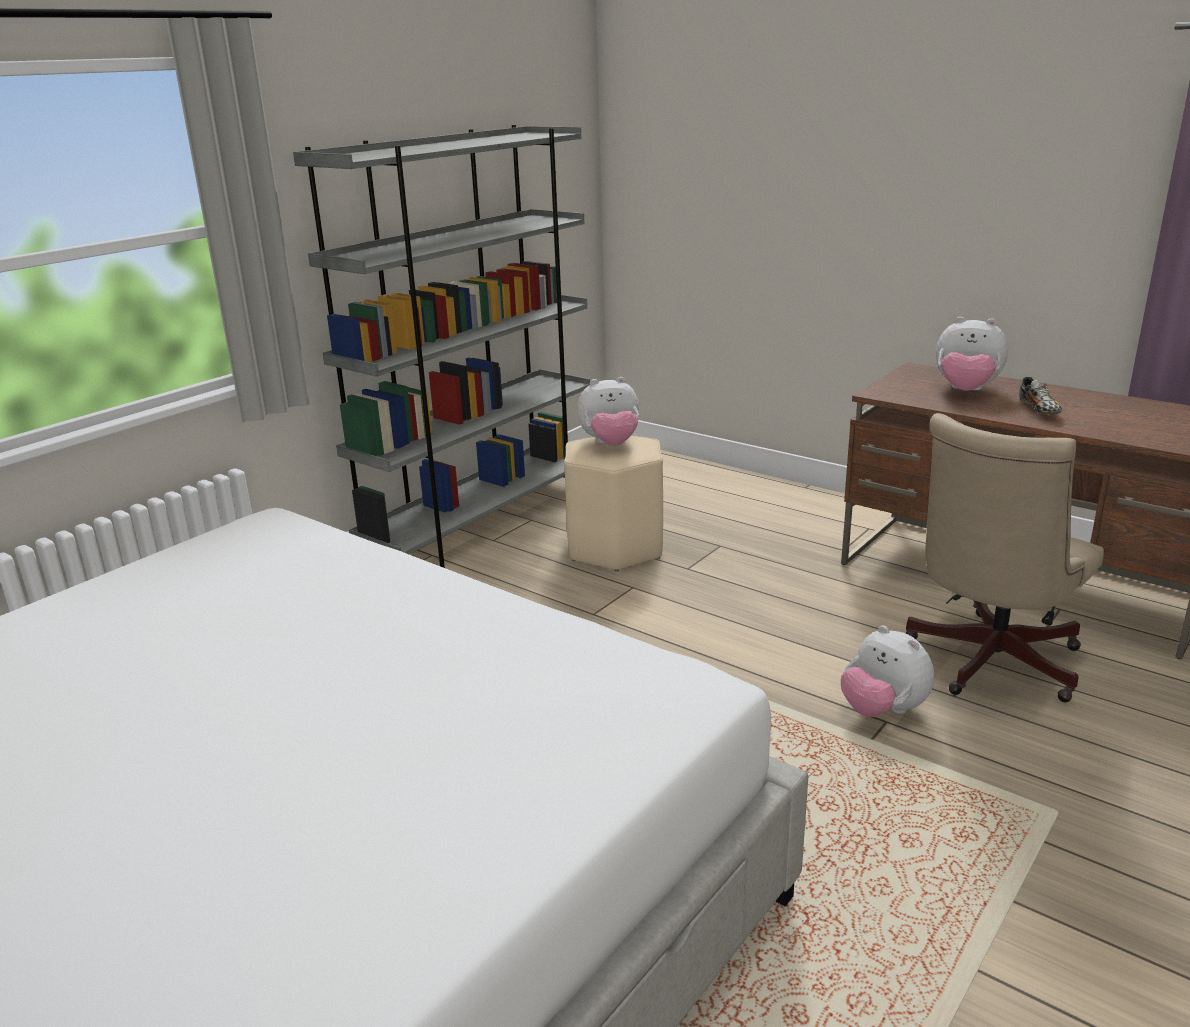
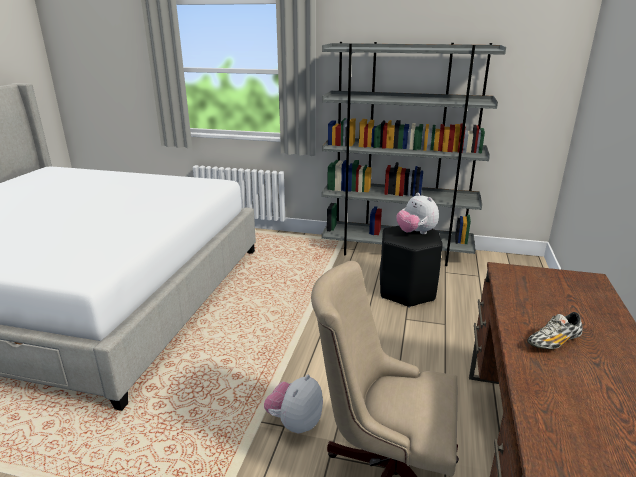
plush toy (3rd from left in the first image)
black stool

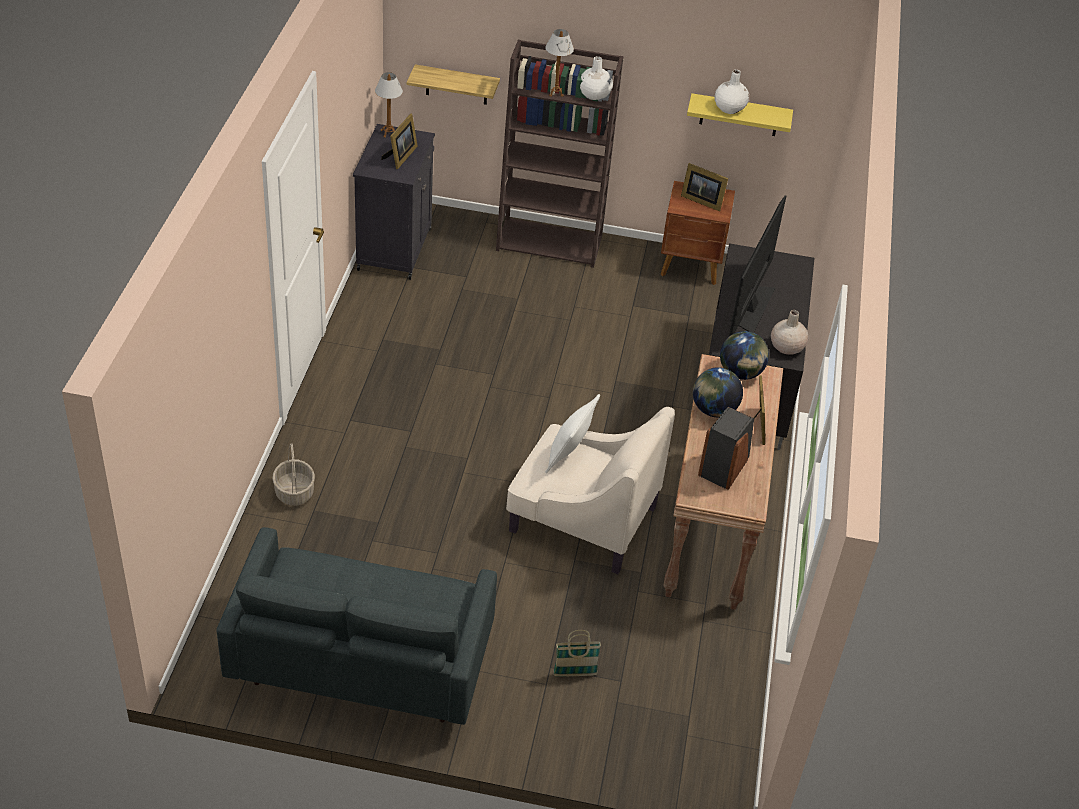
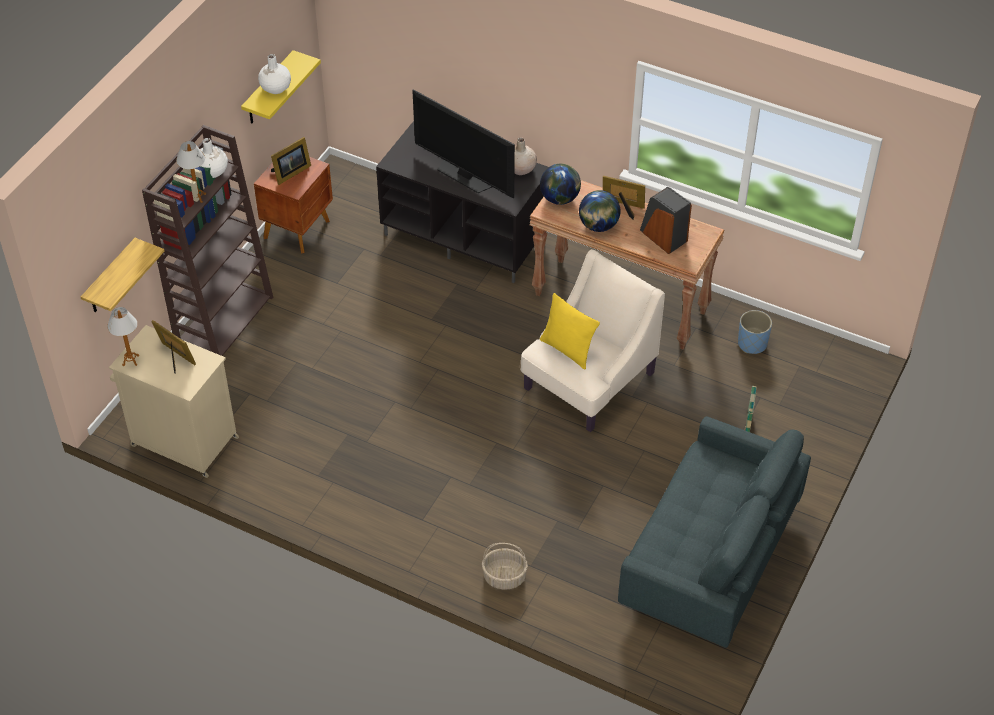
beige cabinet
yellow pillow
blue planter

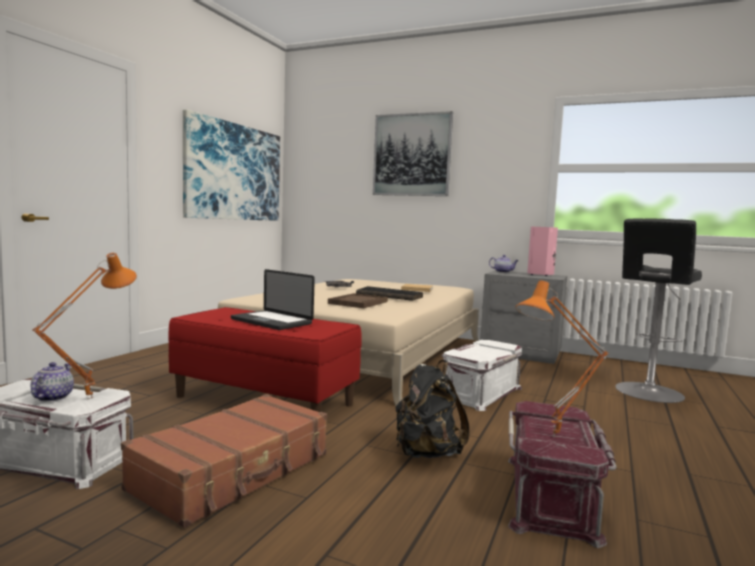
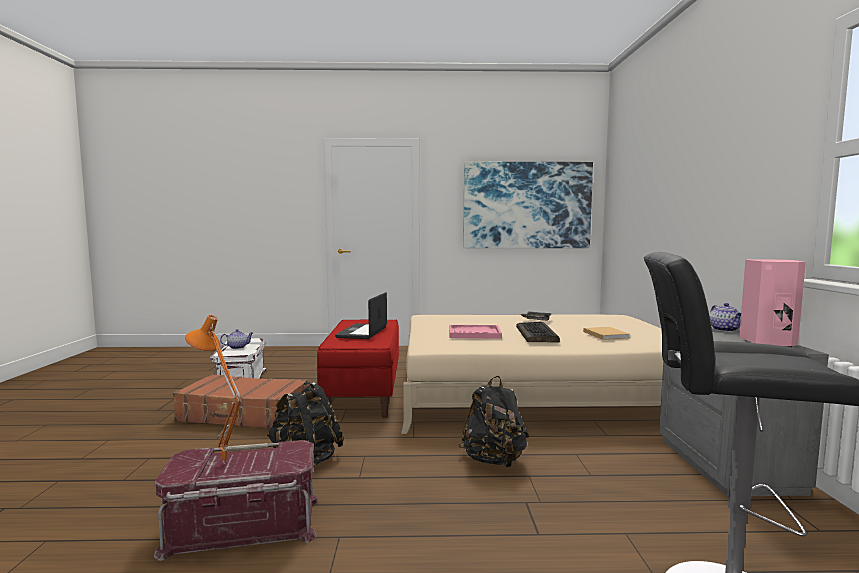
picture (2nd from left in the first image)
orange table lamp (1st from left in the first image)
pink tray
black backpack (2nd from left)

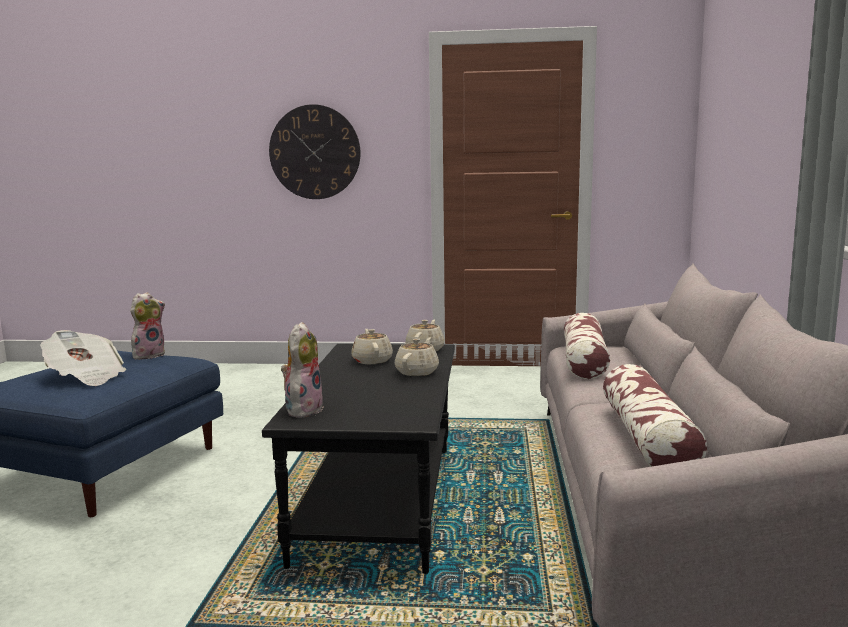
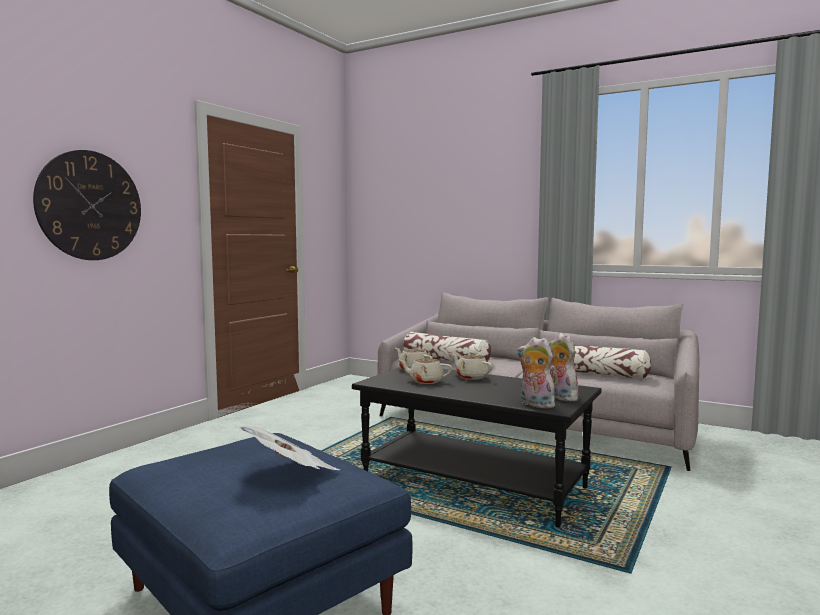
plush toy (2nd from left)

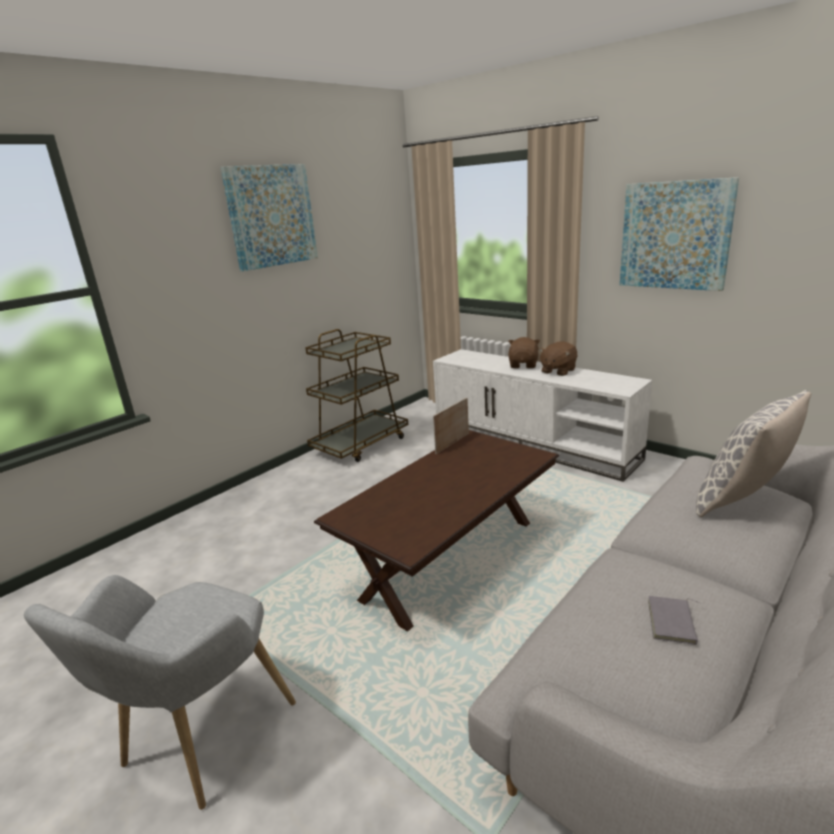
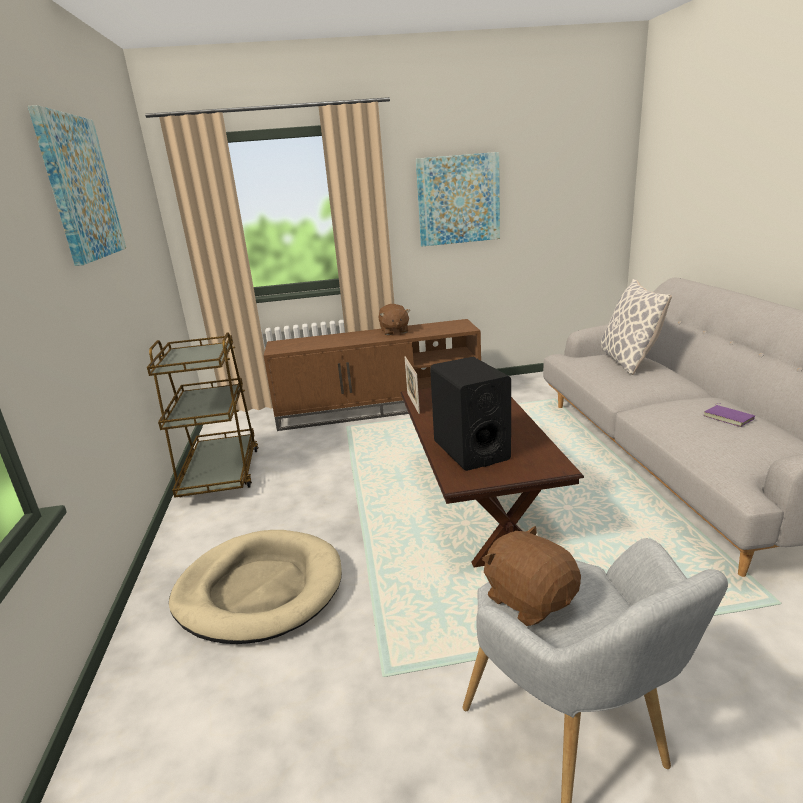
brown plush toy (2nd from left)
brown tv stand
purple book
black speaker
beige dog bed

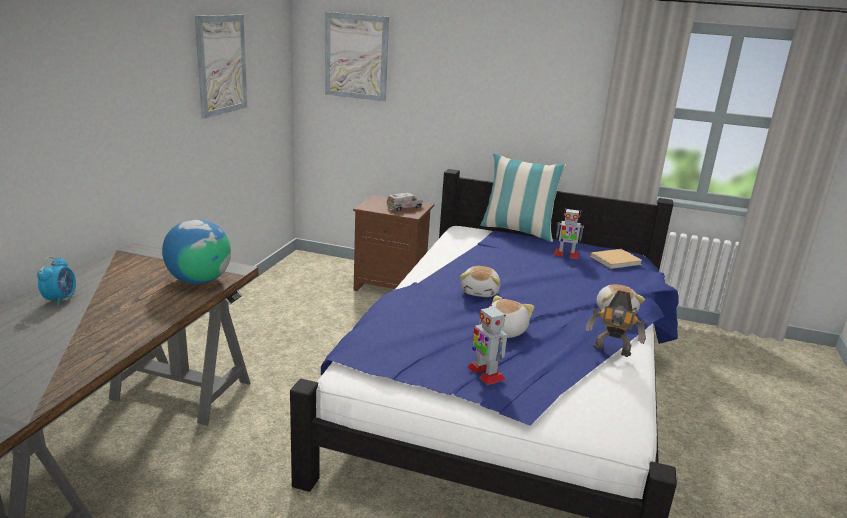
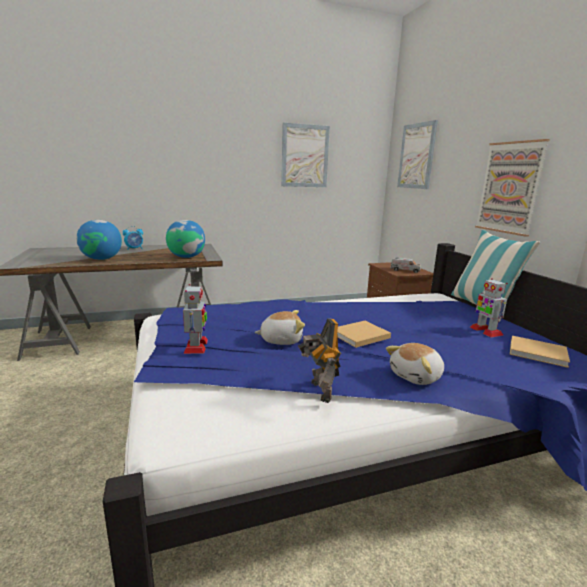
plush toy (1st from left in the first image)
toy robot (1st from left)
picture (3rd from left)
globe (1st from left)
beige book (1st from left)

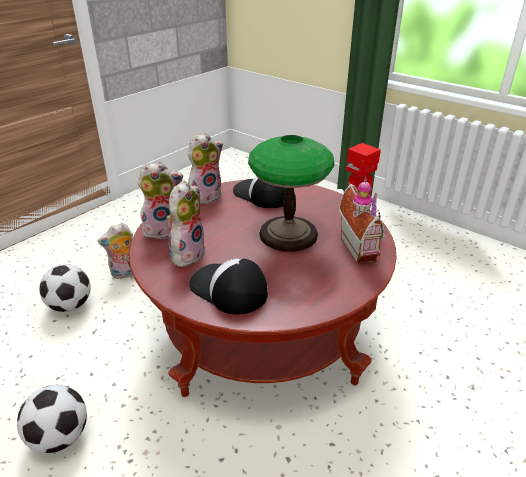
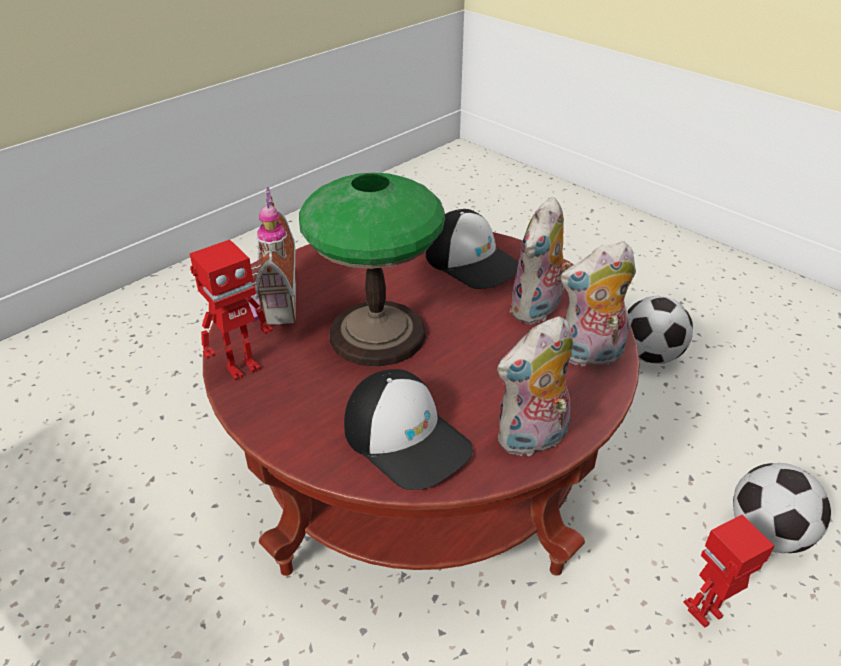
toy robot (2nd from left)

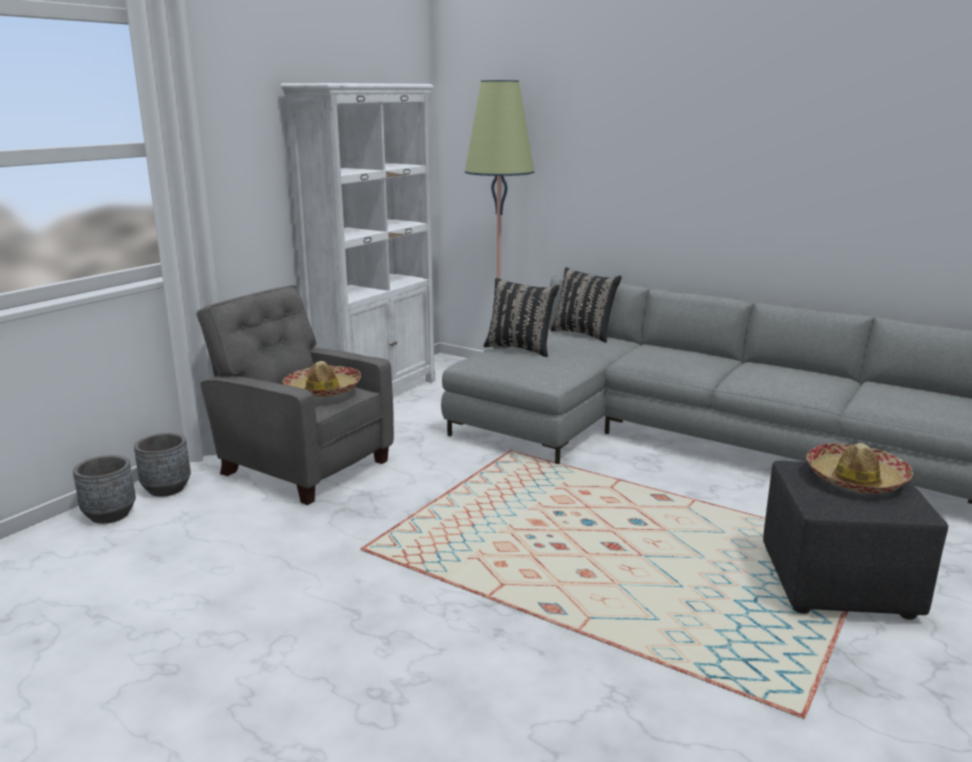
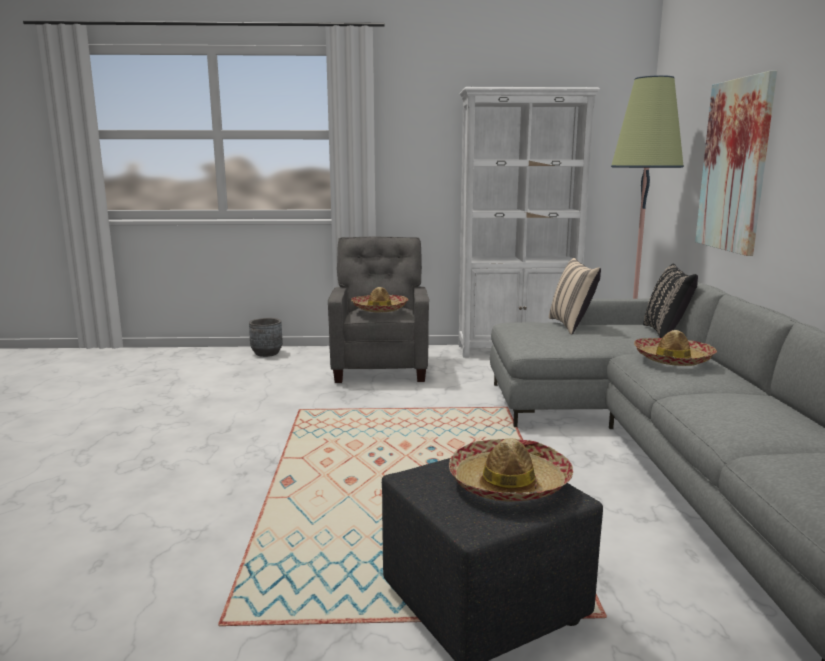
beige pillow
grey planter (2nd from left in the first image)
picture
hat (3rd from left)

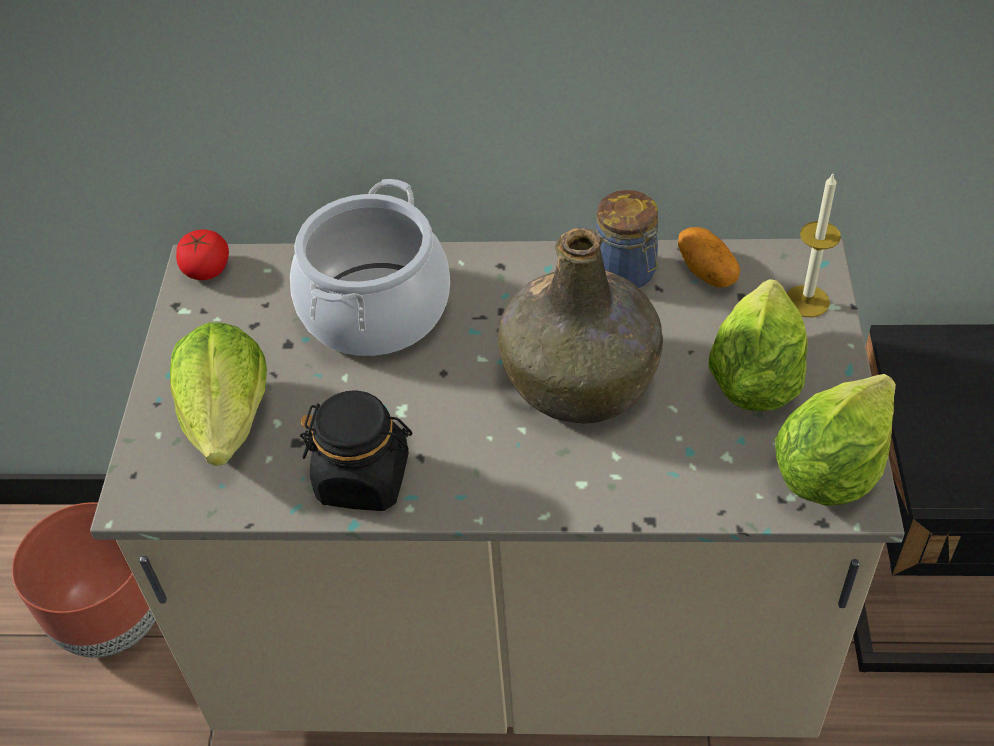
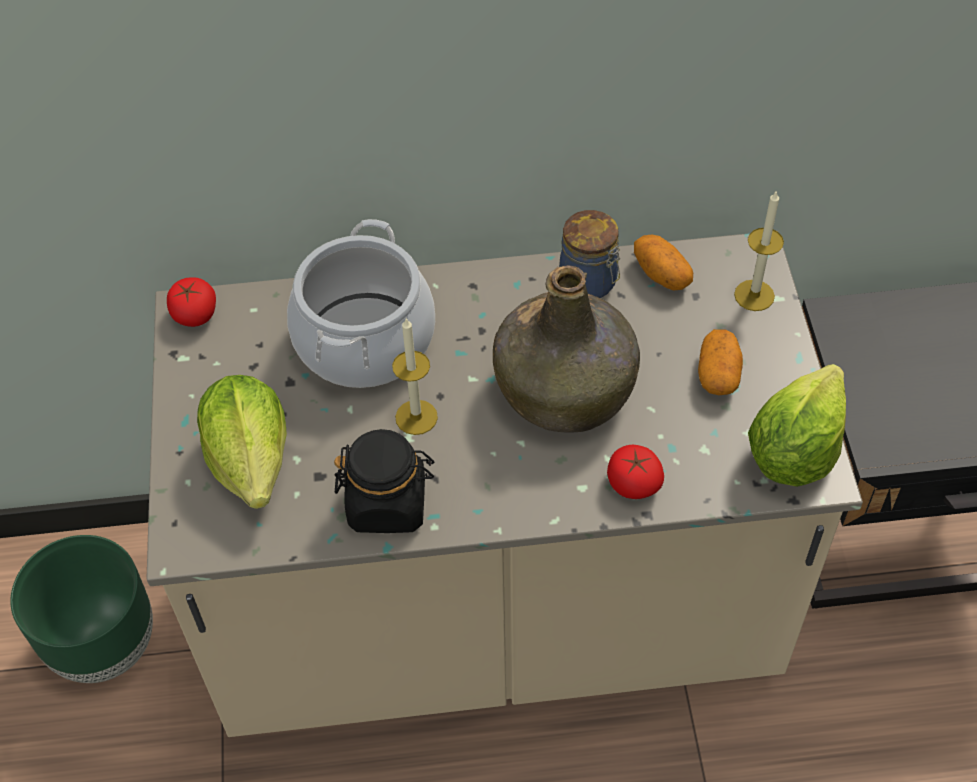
potato (2nd from left)
green planter
candle (1st from left)
tomato (2nd from left)

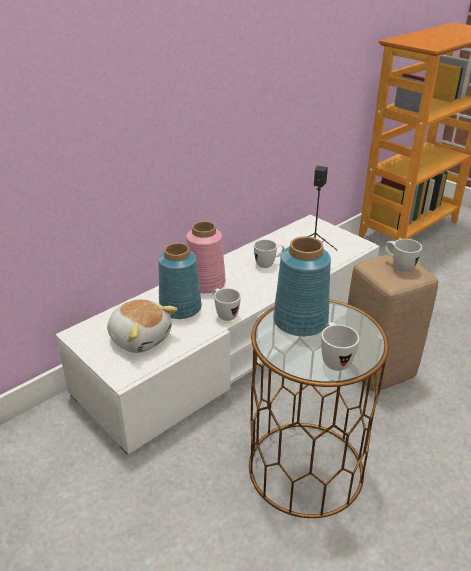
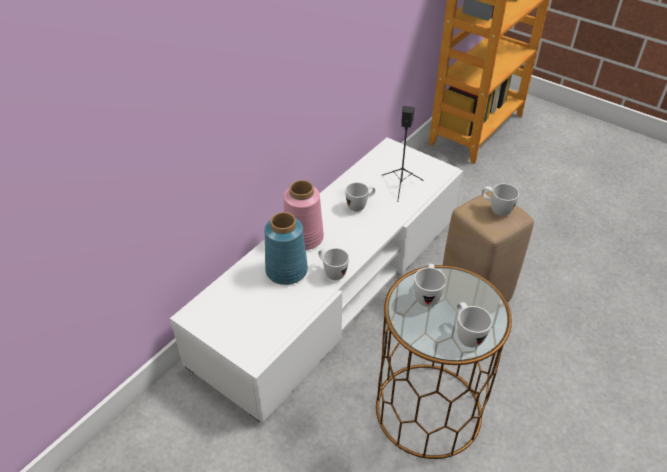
white mug (3rd from left)
plush toy

